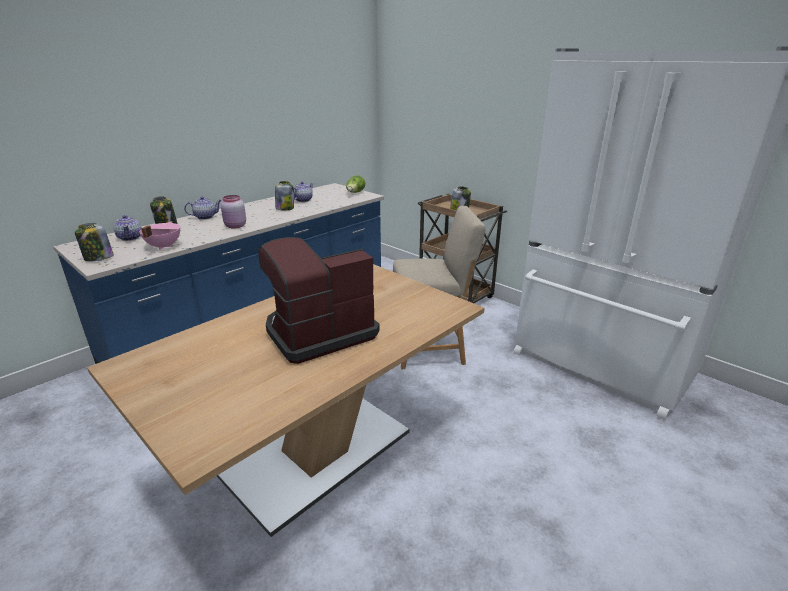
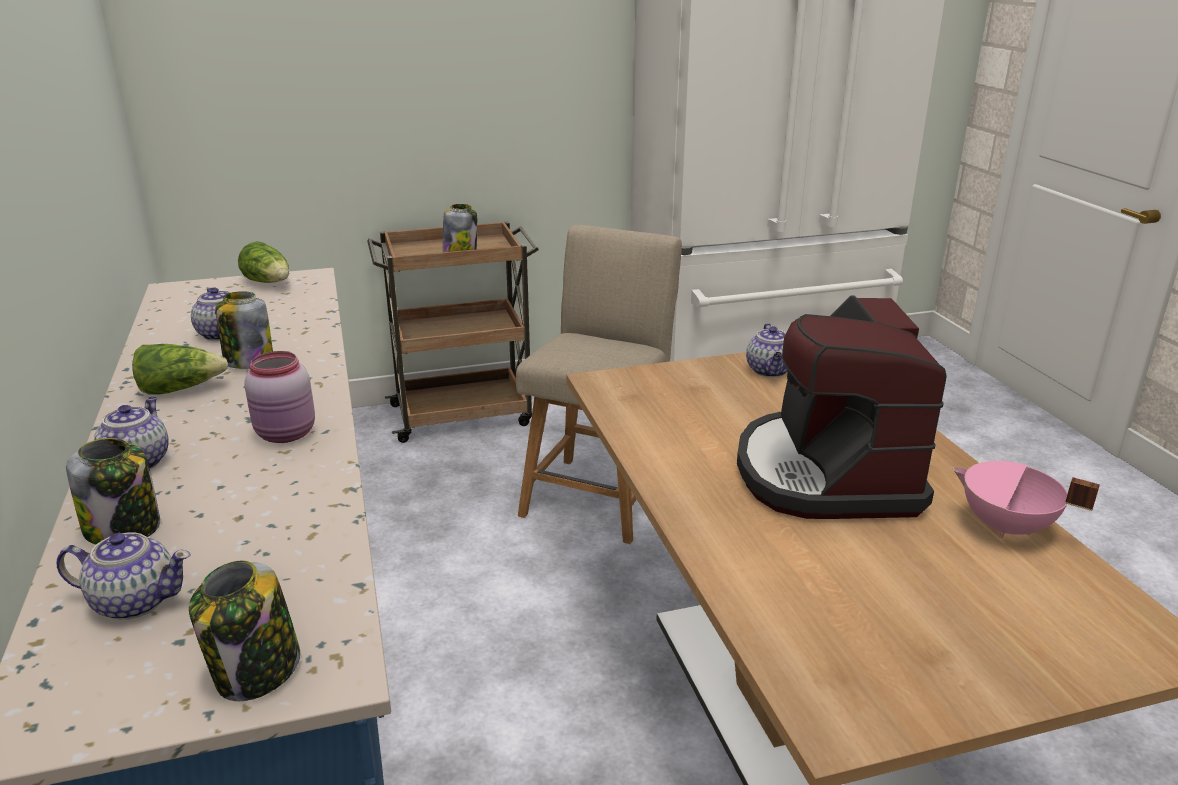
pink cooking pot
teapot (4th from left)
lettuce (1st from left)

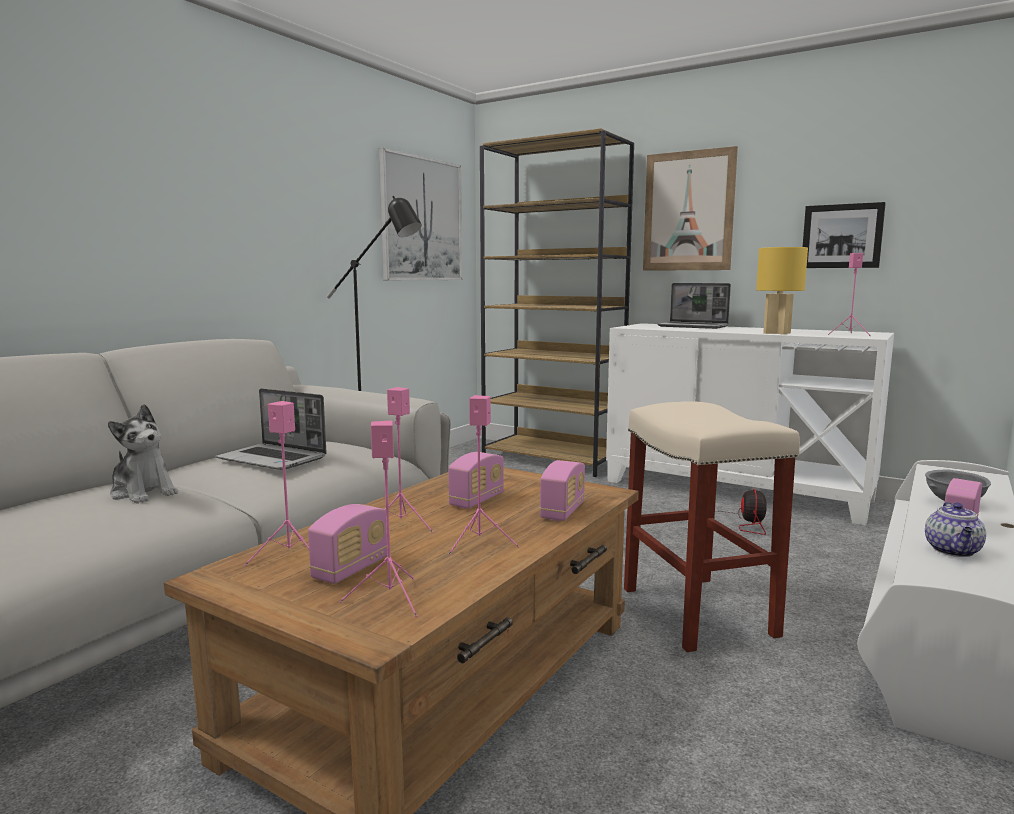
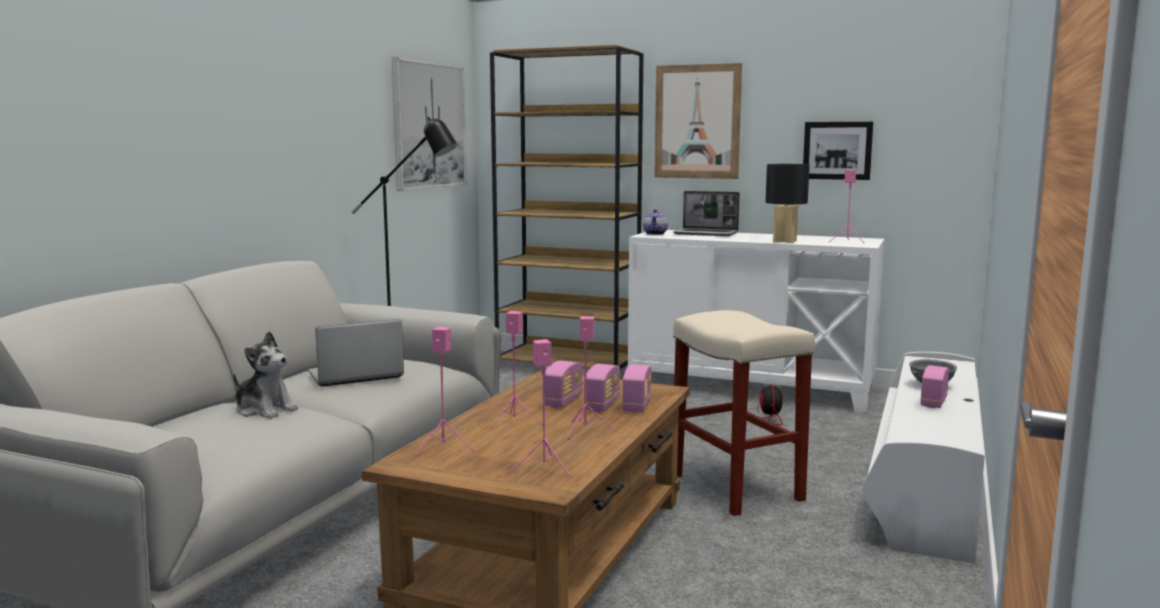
black table lamp
laptop (1st from left)
teapot
radio (2nd from left)

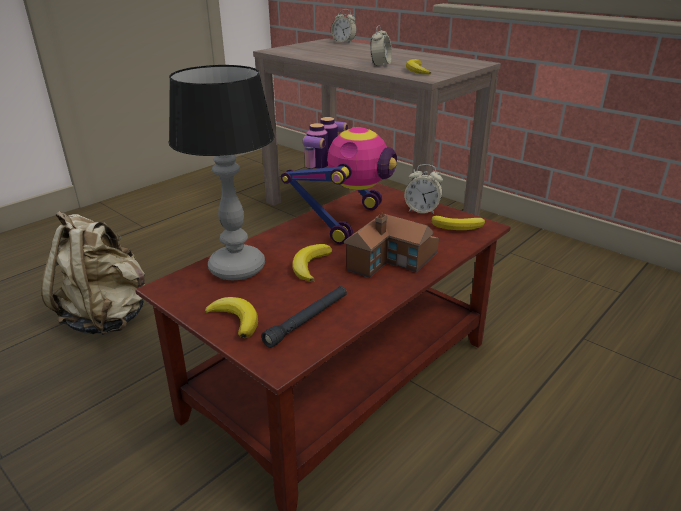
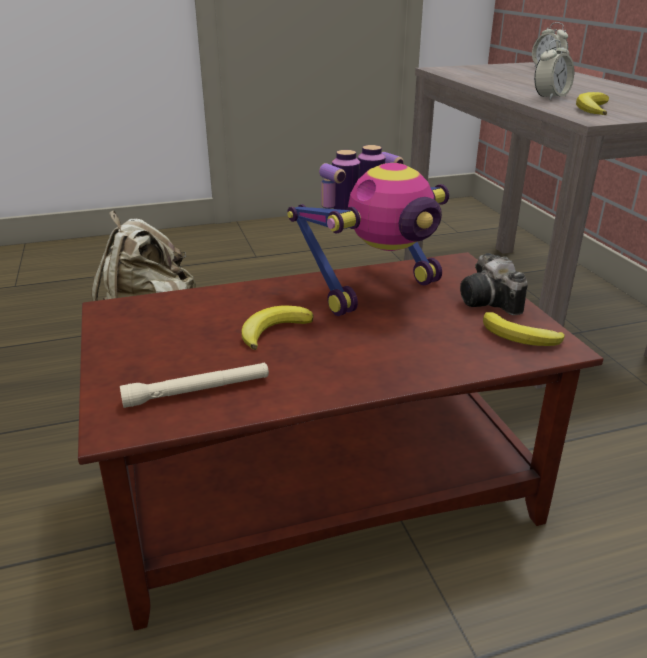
table lamp
photo camera
toy house
beige flashlight
banana (1st from left in the first image)

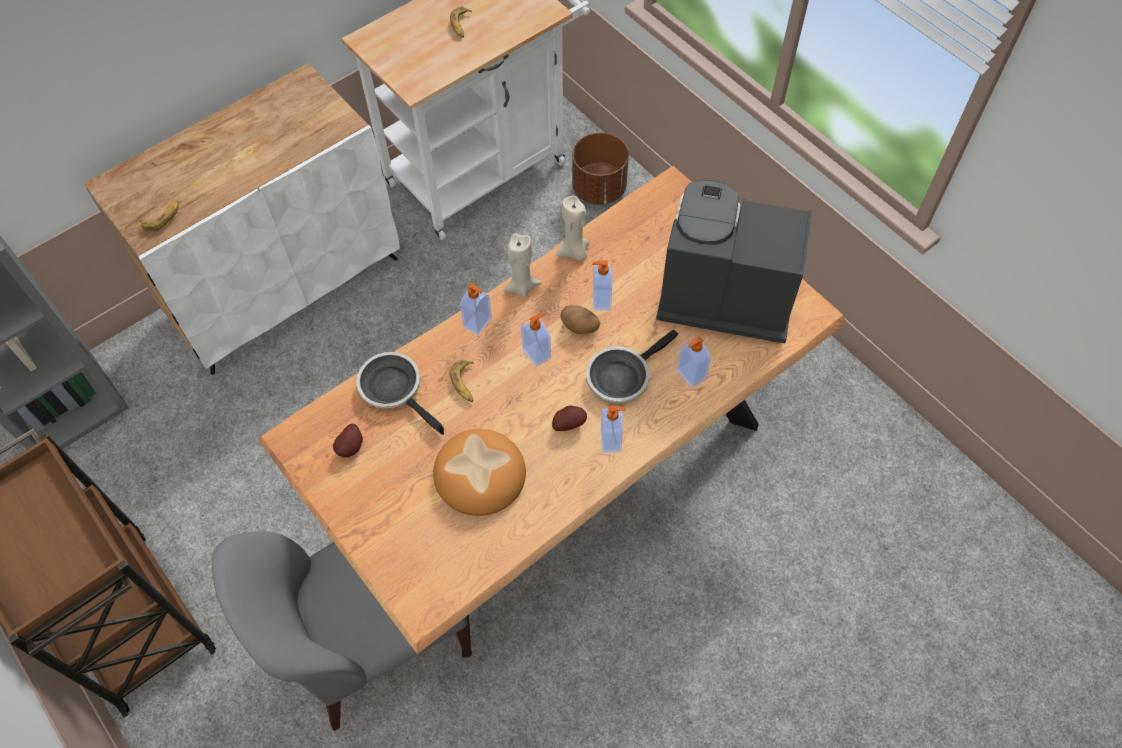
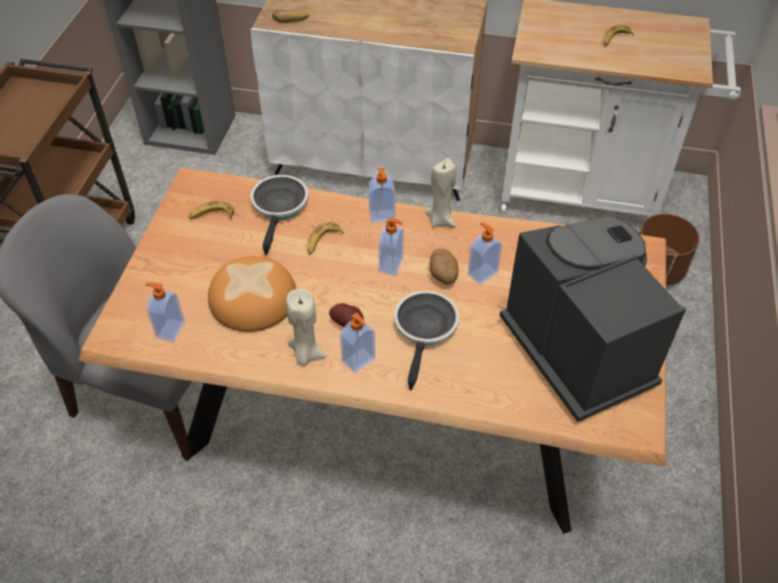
beige candle (1st from left)
frying pan (2nd from left)
soap dispenser (1st from left)
banana (1st from left)

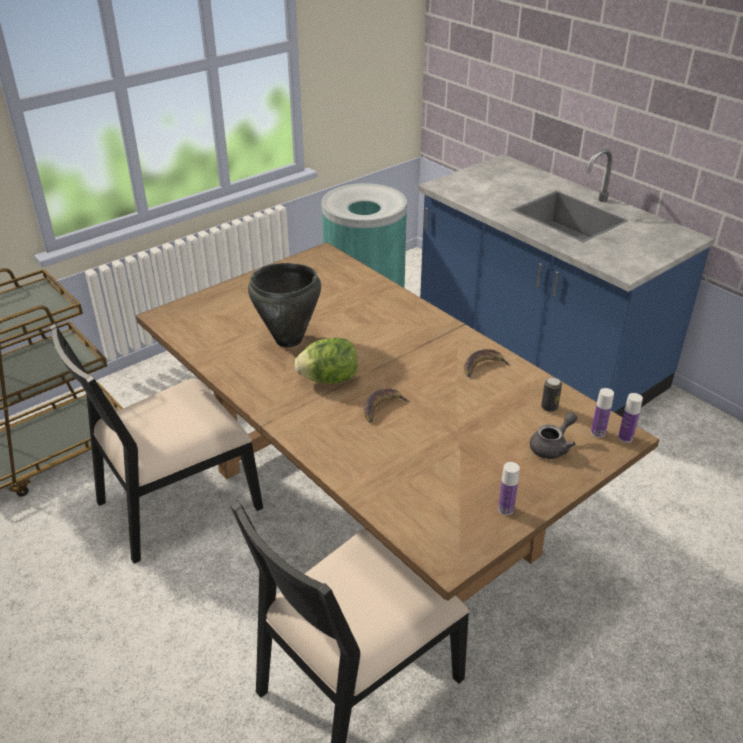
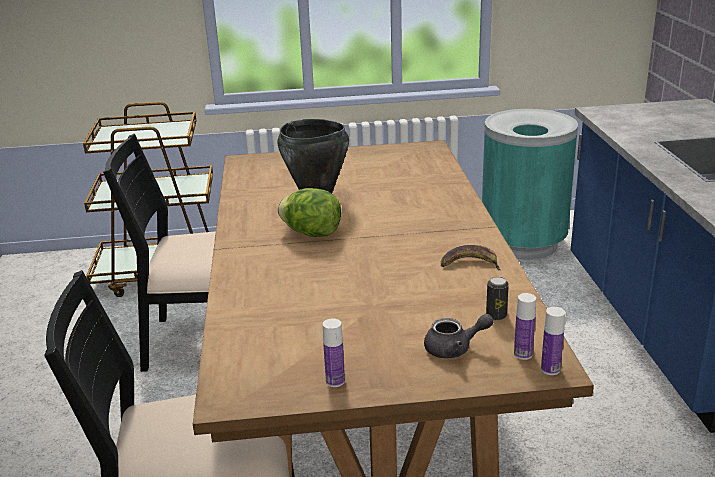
banana (1st from left in the first image)

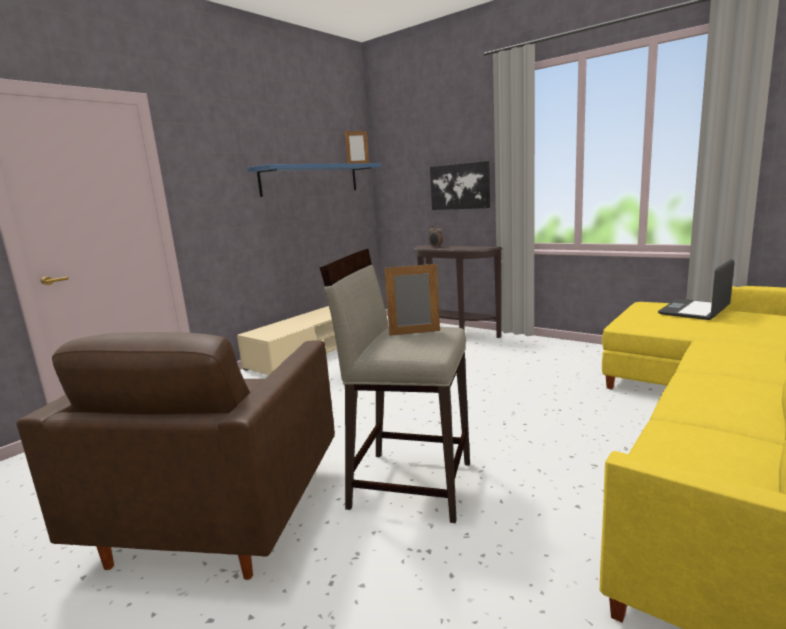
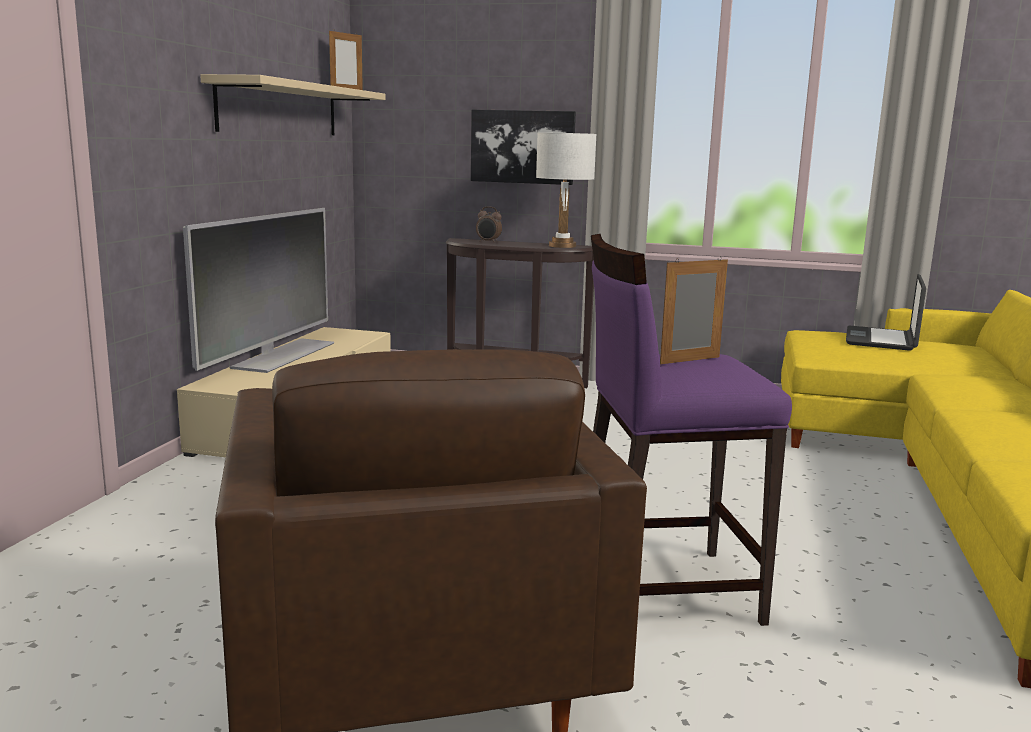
beige shelf
purple stool
white table lamp
television

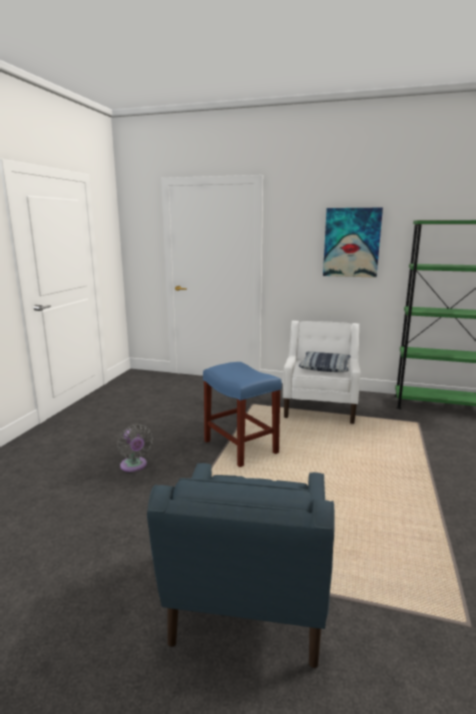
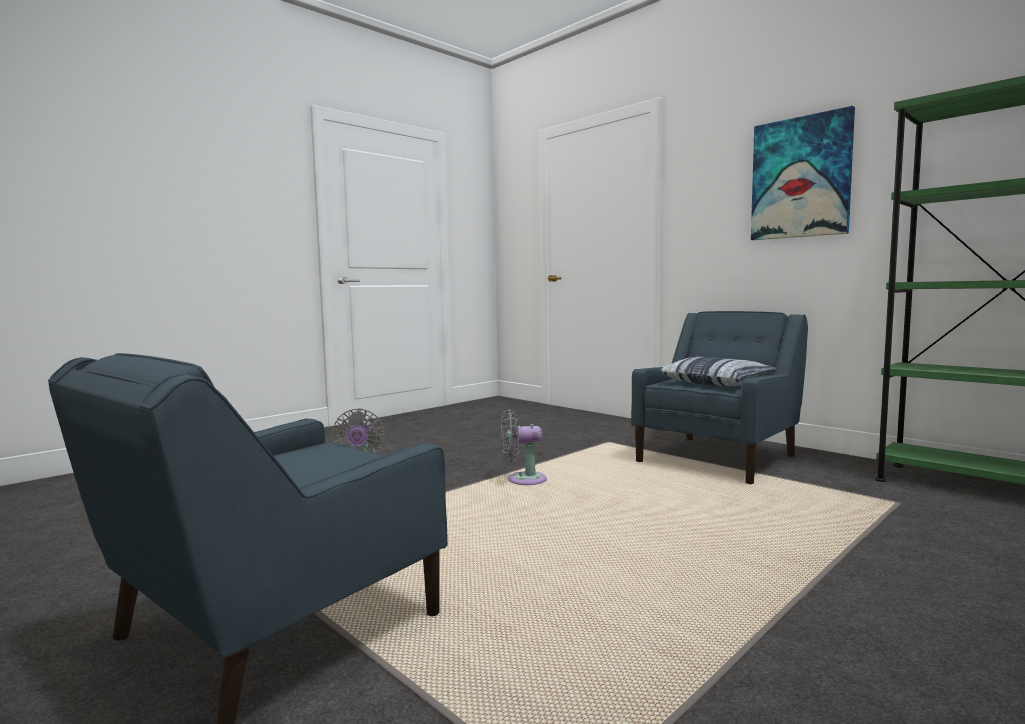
blue armchair (2nd from left)
grey fan (2nd from left)

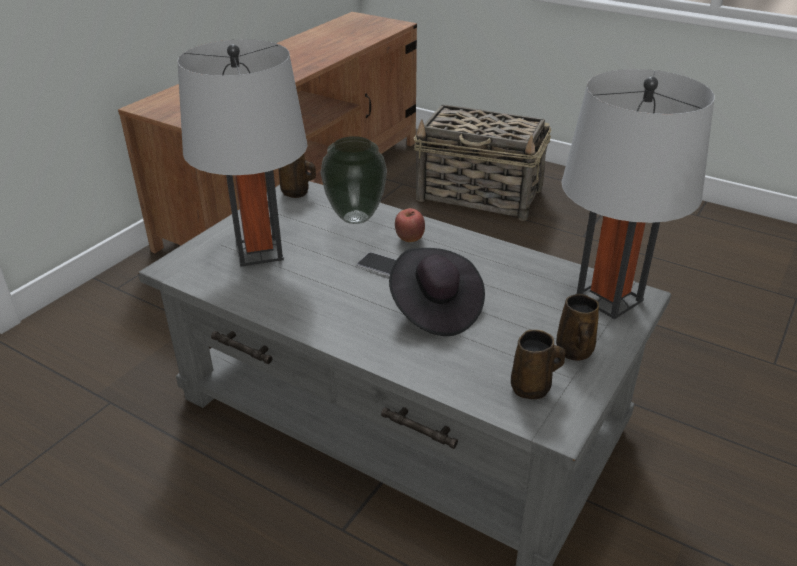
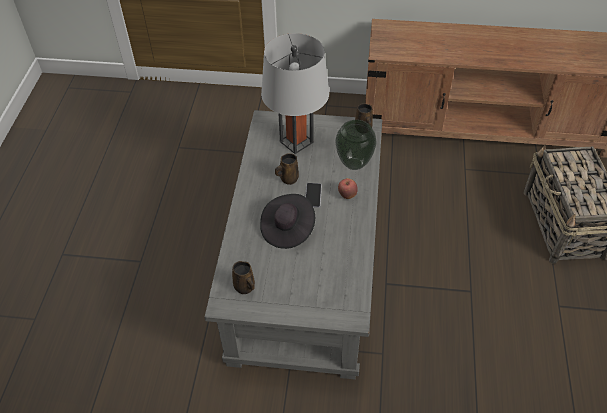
grey table lamp (2nd from left in the first image)
brown mug (2nd from left)

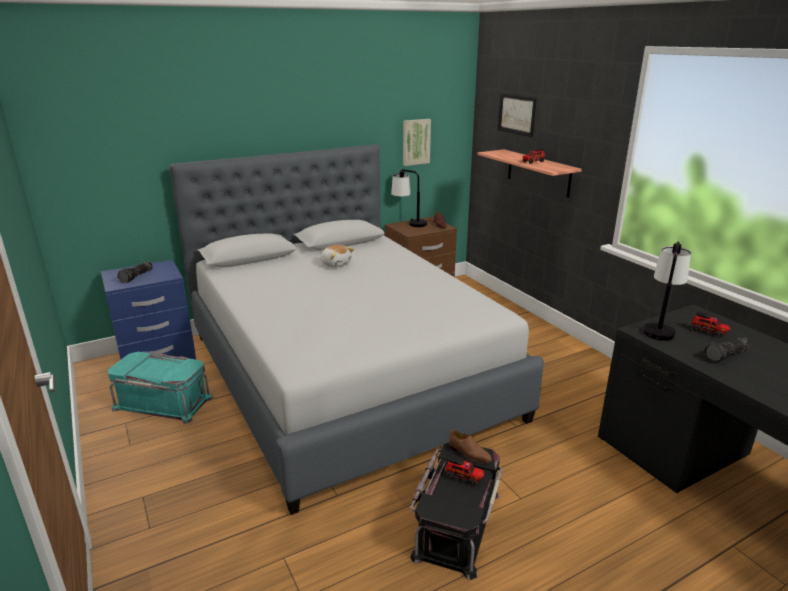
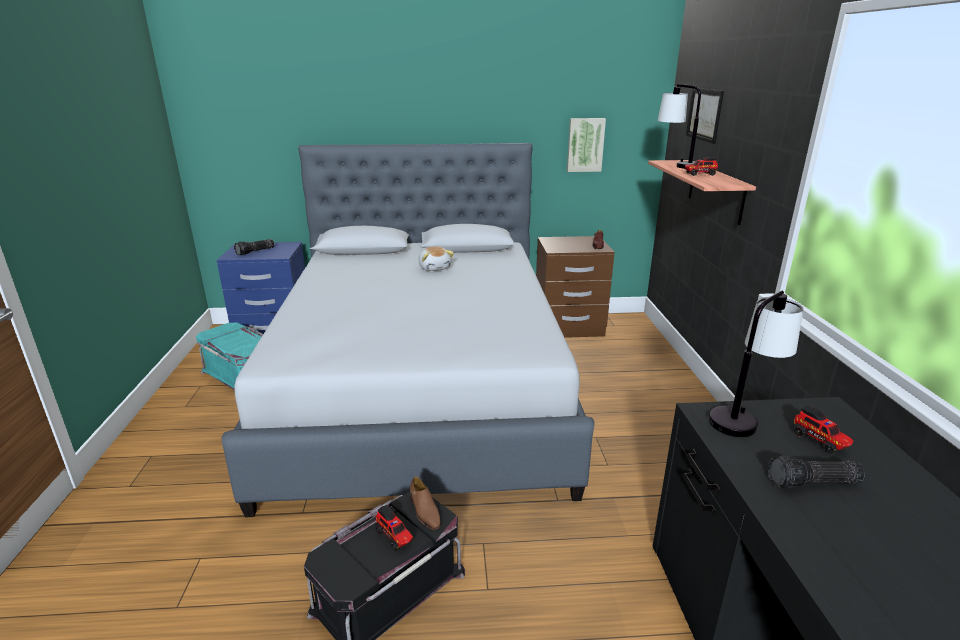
table lamp (1st from left)

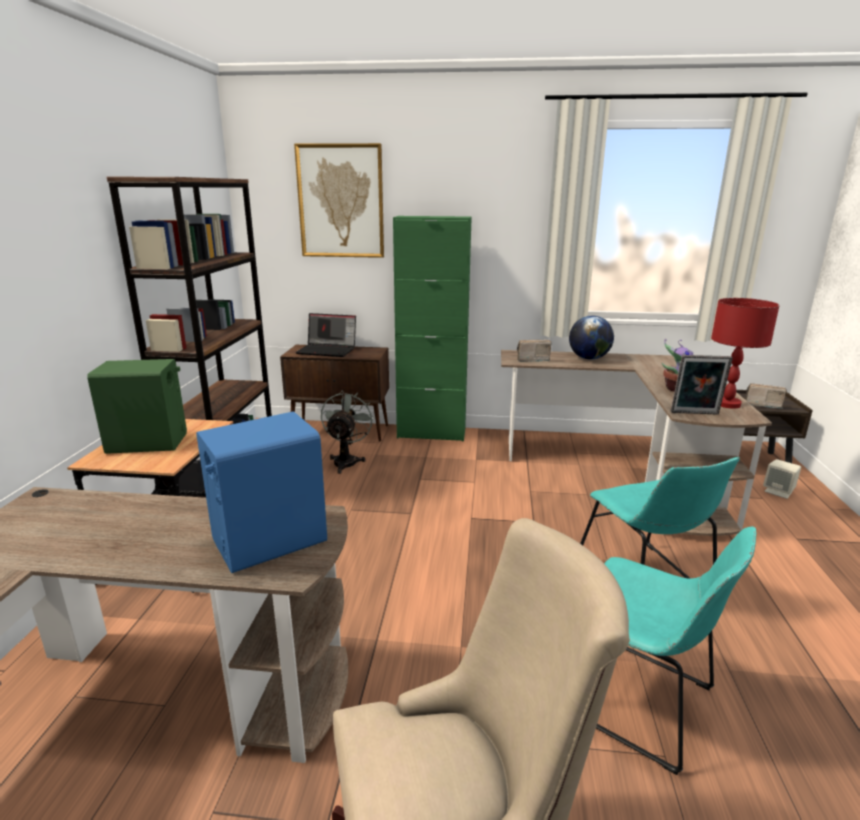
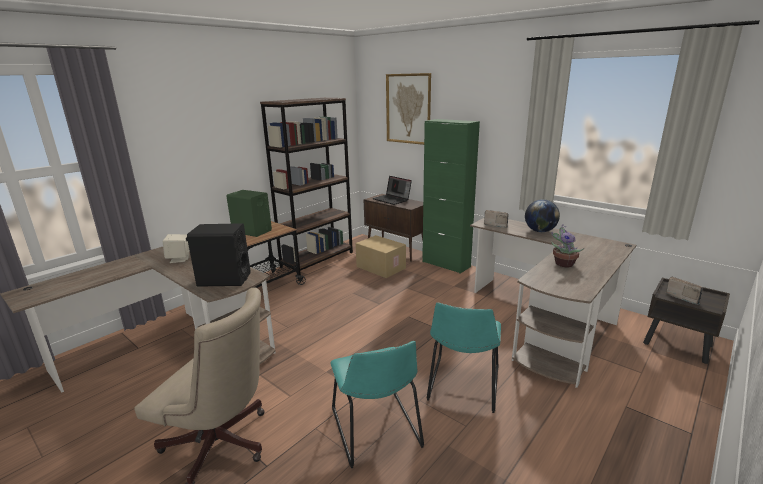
red table lamp
picture frame
cardboard box
black speaker
beige speaker

